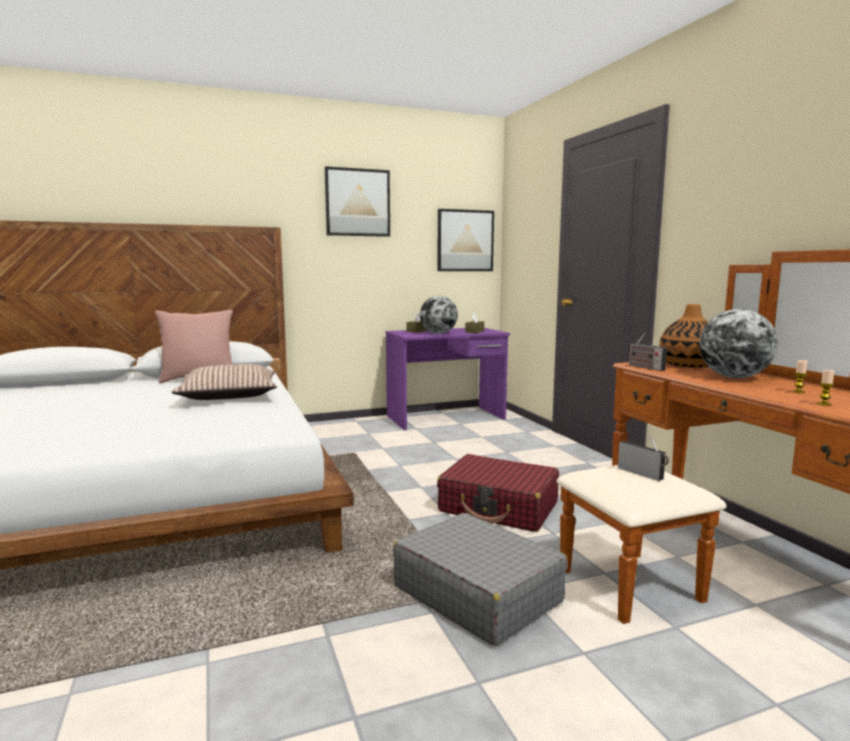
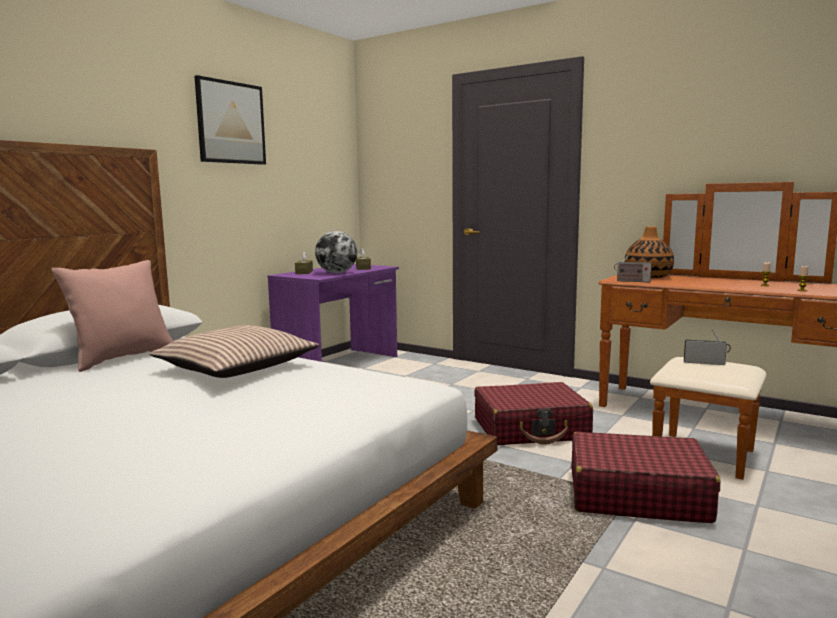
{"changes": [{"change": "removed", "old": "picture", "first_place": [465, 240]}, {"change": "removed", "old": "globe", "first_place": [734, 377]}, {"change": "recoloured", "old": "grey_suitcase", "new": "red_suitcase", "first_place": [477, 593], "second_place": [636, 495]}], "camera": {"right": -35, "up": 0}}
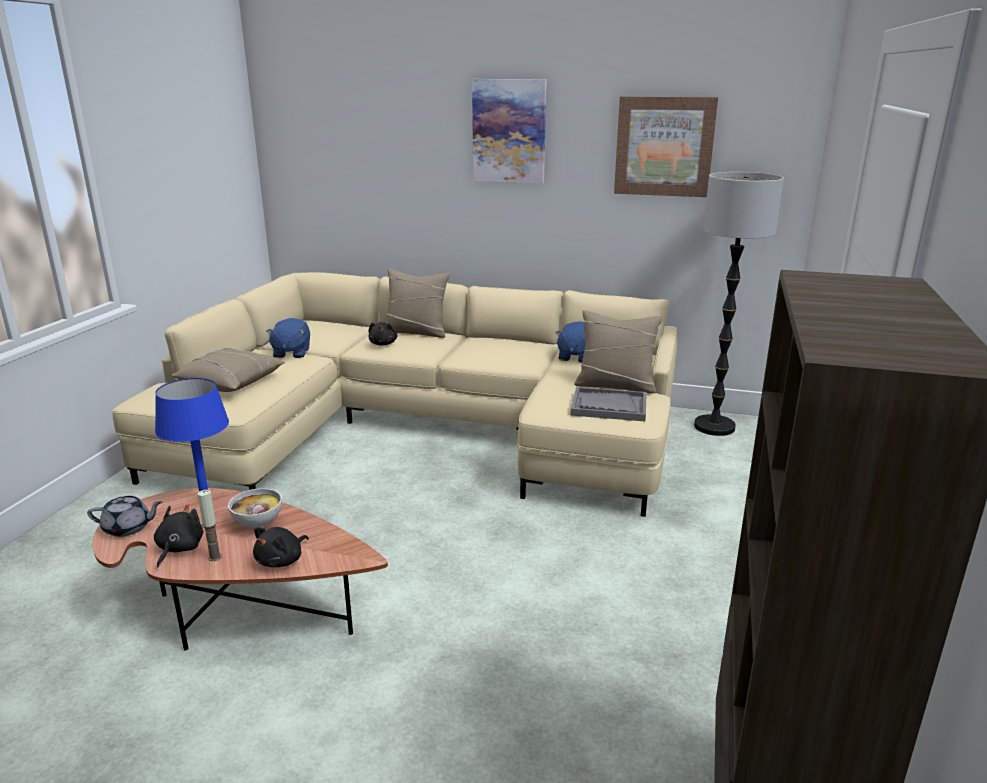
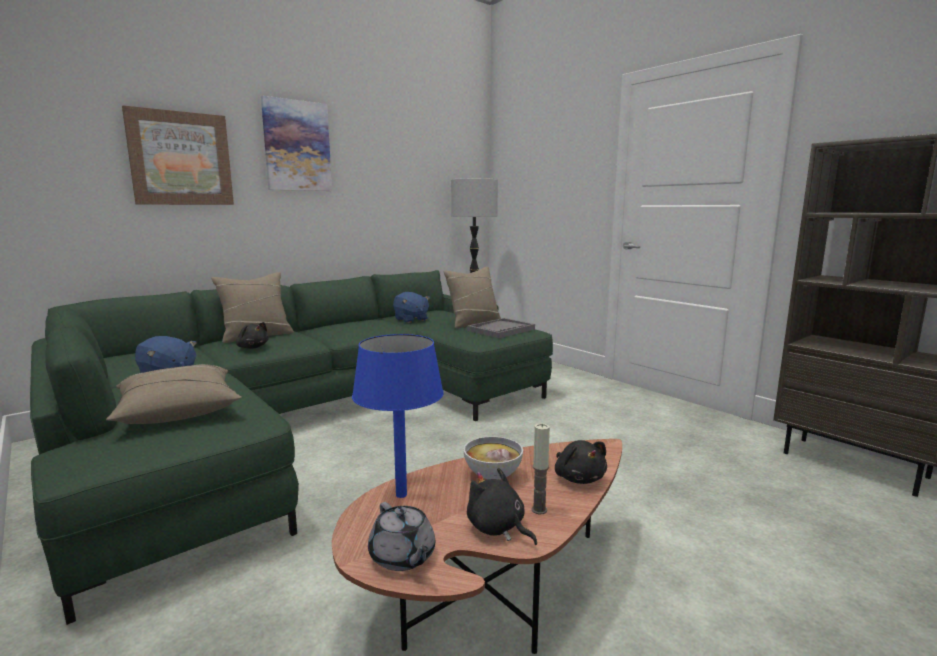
{"changes": [{"change": "moved", "old": "picture", "first_place": [664, 146], "second_place": [180, 159]}, {"change": "recoloured", "old": "beige_sofa", "new": "green_sofa", "first_place": [423, 428], "second_place": [312, 420]}, {"change": "turned", "old": "grey_teapot", "first_place": [128, 528], "second_place": [402, 557], "degrees": 120}], "camera": {"right": -55, "up": -10}}
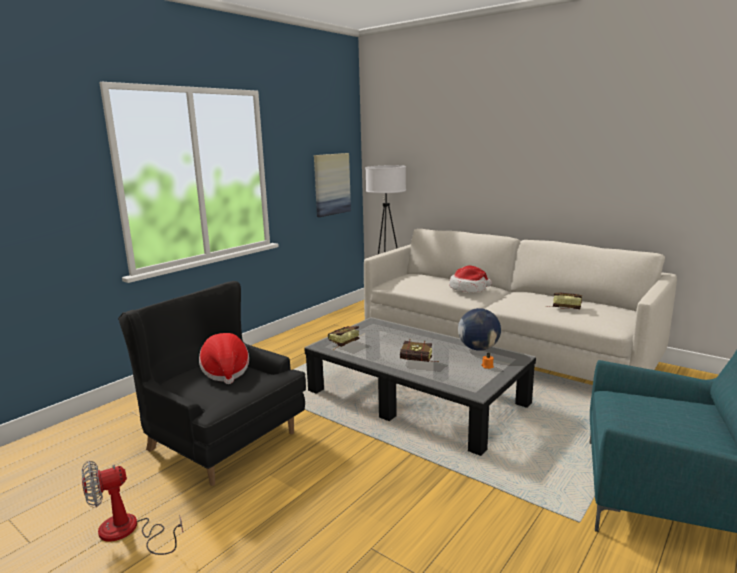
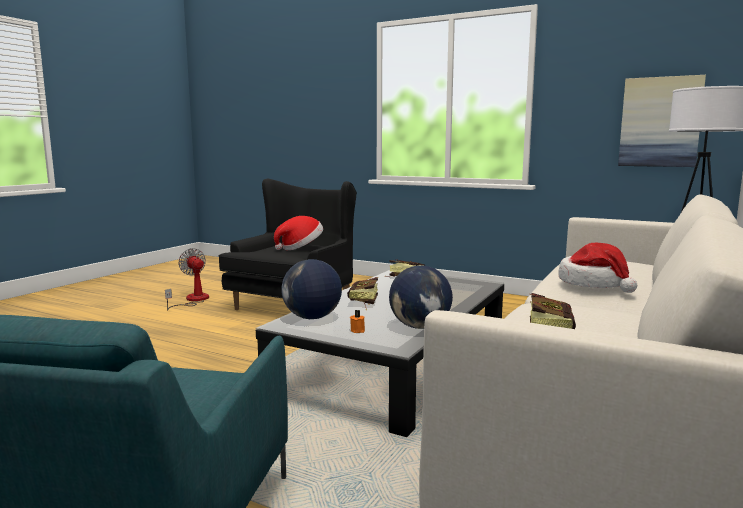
{"changes": [{"change": "added", "new": "globe", "second_place": [312, 318]}], "camera": {"right": 80, "up": -5}}
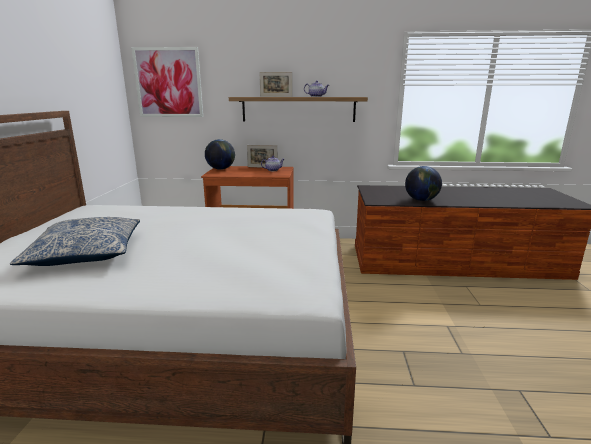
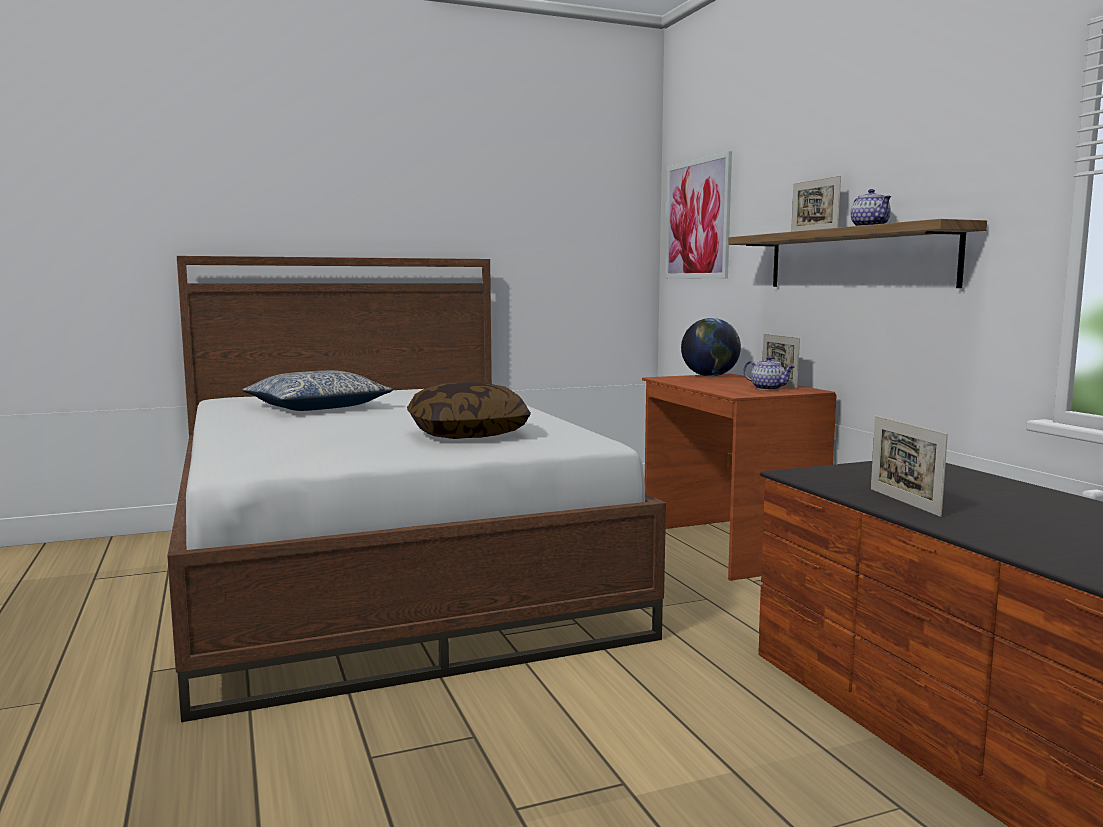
{"changes": [{"change": "added", "new": "pillow", "second_place": [468, 434]}, {"change": "replaced", "old": "globe", "new": "picture_frame", "first_place": [421, 200], "second_place": [903, 502]}], "camera": {"right": 65, "up": -10}}
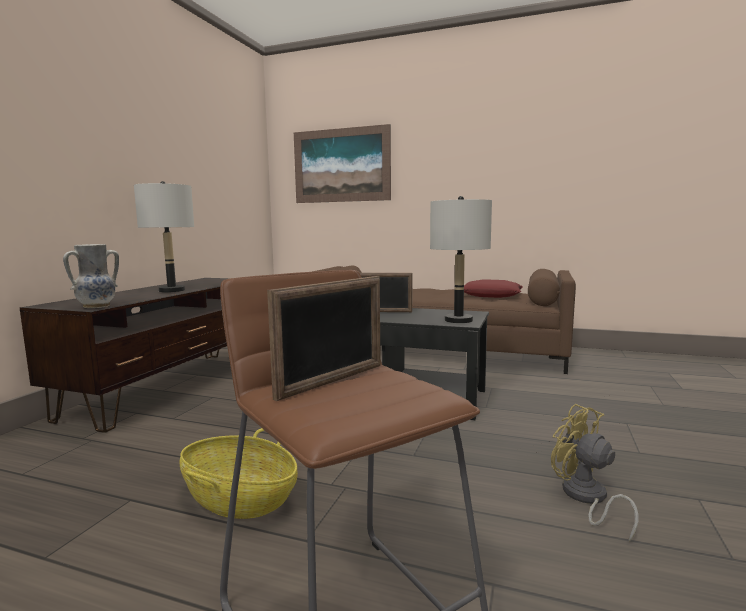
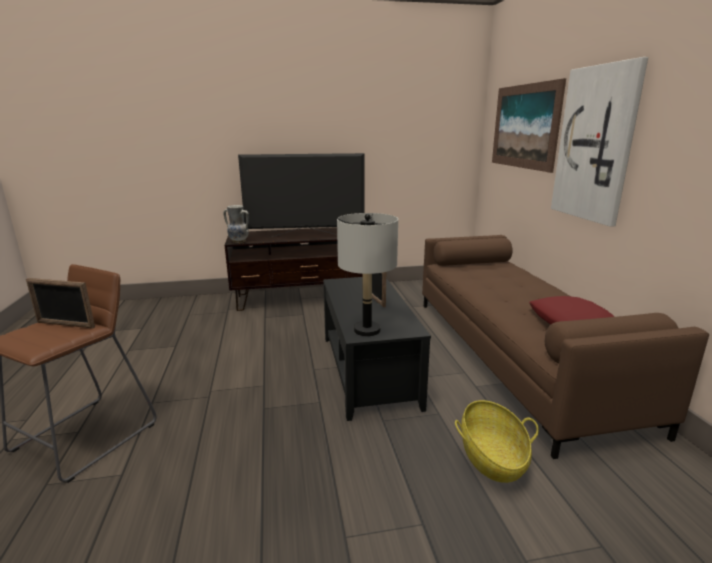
{"changes": [{"change": "removed", "old": "yellow_fan", "first_place": [586, 498]}, {"change": "added", "new": "picture", "second_place": [595, 144]}, {"change": "moved", "old": "basket", "first_place": [239, 499], "second_place": [492, 457]}, {"change": "replaced", "old": "grey_table_lamp", "new": "television", "first_place": [172, 290], "second_place": [305, 236]}], "camera": {"right": 60, "up": 10}}
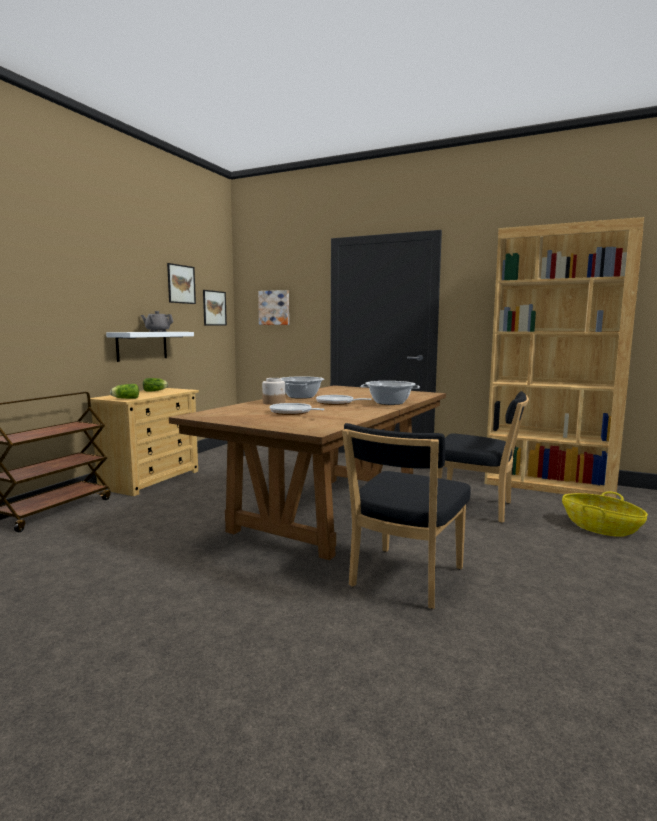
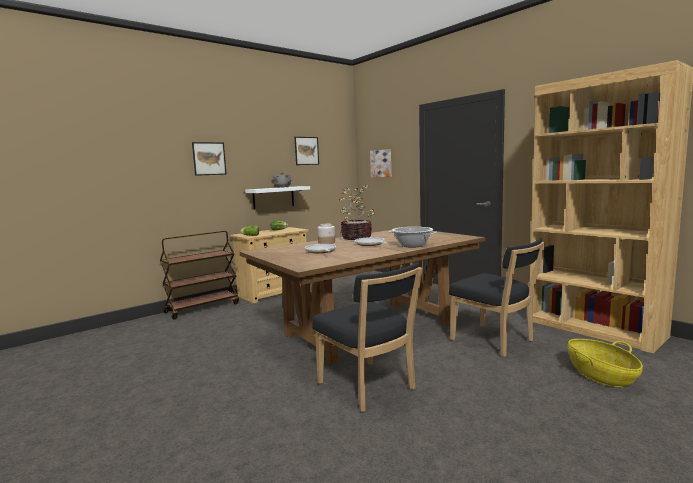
{"changes": [{"change": "moved", "old": "picture", "first_place": [214, 308], "second_place": [209, 158]}, {"change": "replaced", "old": "cooking_pot", "new": "potted_plant", "first_place": [301, 397], "second_place": [357, 238]}, {"change": "turned", "old": "black_chair", "first_place": [404, 579], "second_place": [369, 388], "degrees": -90}], "camera": {"right": 25, "up": 0}}
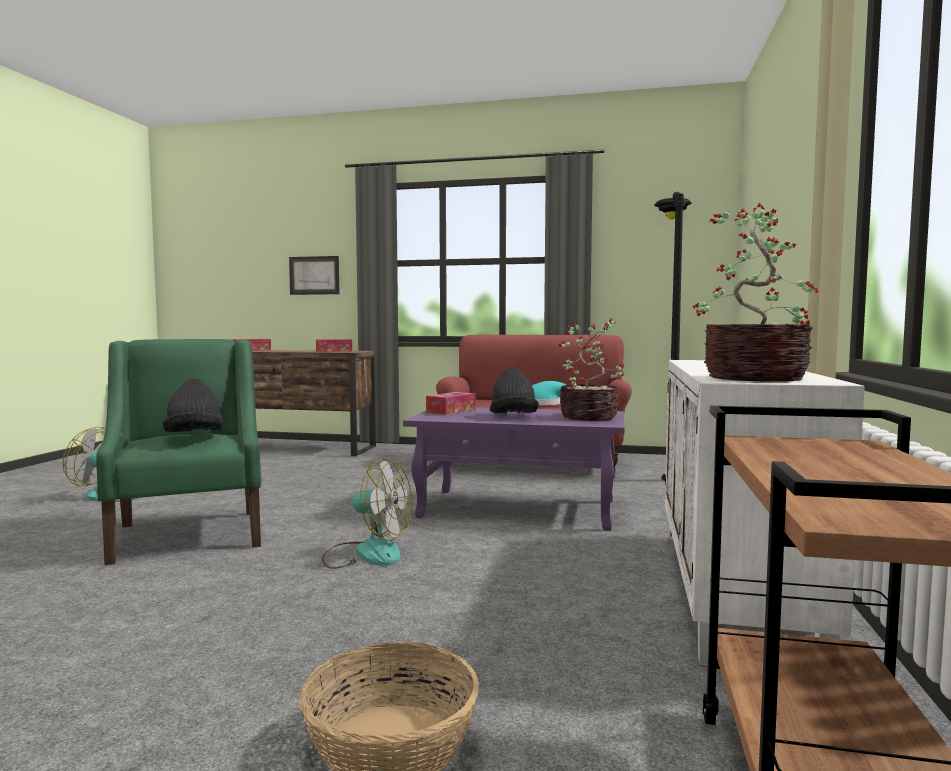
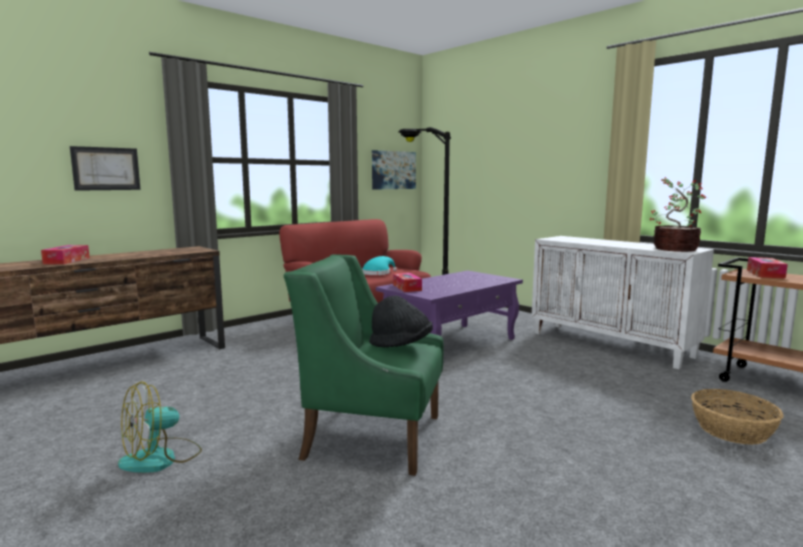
{"changes": [{"change": "removed", "old": "fan", "first_place": [366, 553]}, {"change": "removed", "old": "black_hat", "first_place": [513, 417]}, {"change": "removed", "old": "potted_plant", "first_place": [590, 417]}, {"change": "added", "new": "picture", "second_place": [393, 170]}, {"change": "moved", "old": "tissue_box", "first_place": [334, 351], "second_place": [765, 274]}], "camera": {"right": -55, "up": 5}}
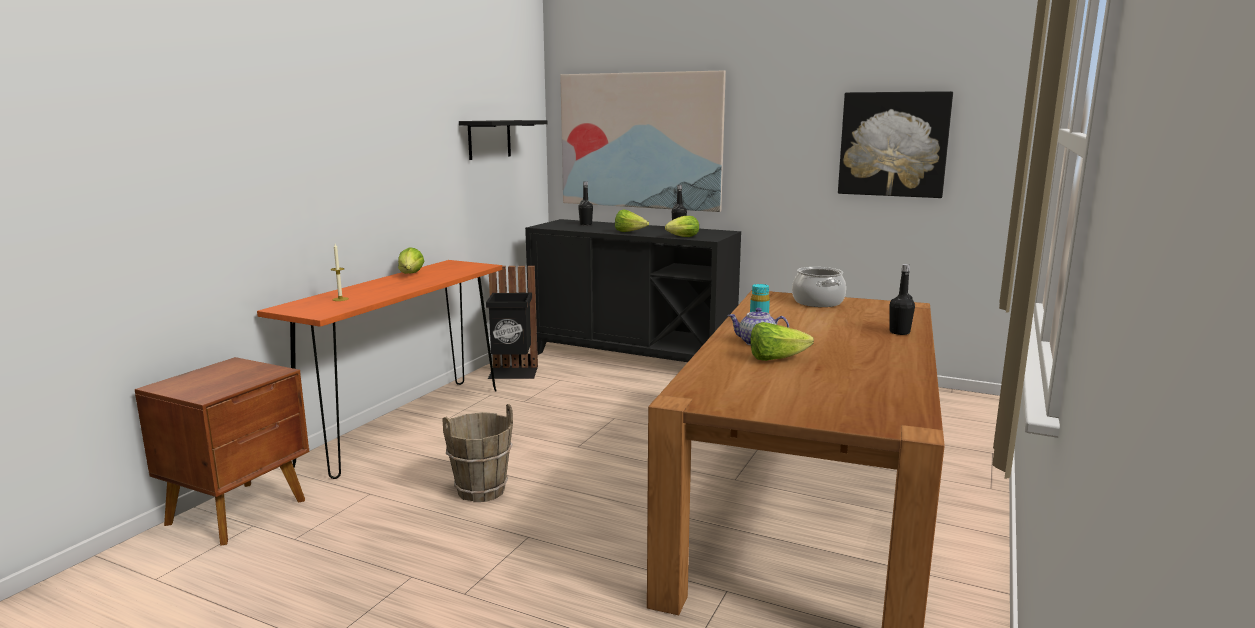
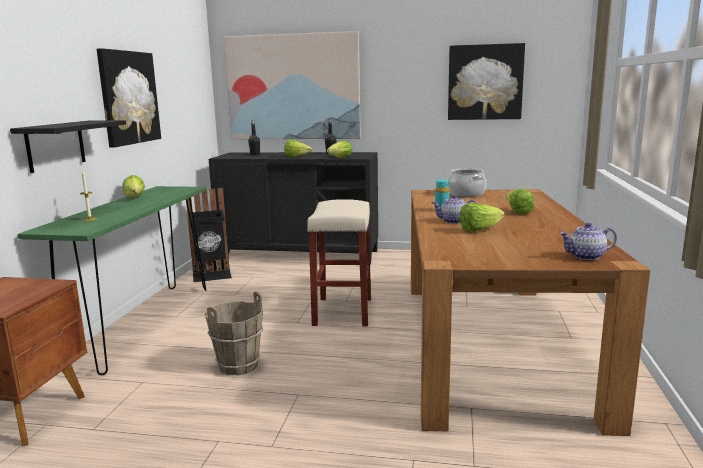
{"changes": [{"change": "removed", "old": "black_bottle", "first_place": [899, 332]}, {"change": "added", "new": "picture", "second_place": [128, 97]}, {"change": "added", "new": "beige_stool", "second_place": [342, 311]}, {"change": "added", "new": "lettuce", "second_place": [517, 212]}, {"change": "added", "new": "teapot", "second_place": [586, 256]}, {"change": "moved", "old": "black_shelf", "first_place": [489, 139], "second_place": [55, 145]}, {"change": "recoloured", "old": "orange_console_table", "new": "green_console_table", "first_place": [406, 424], "second_place": [143, 324]}], "camera": {"right": -15, "up": 0}}
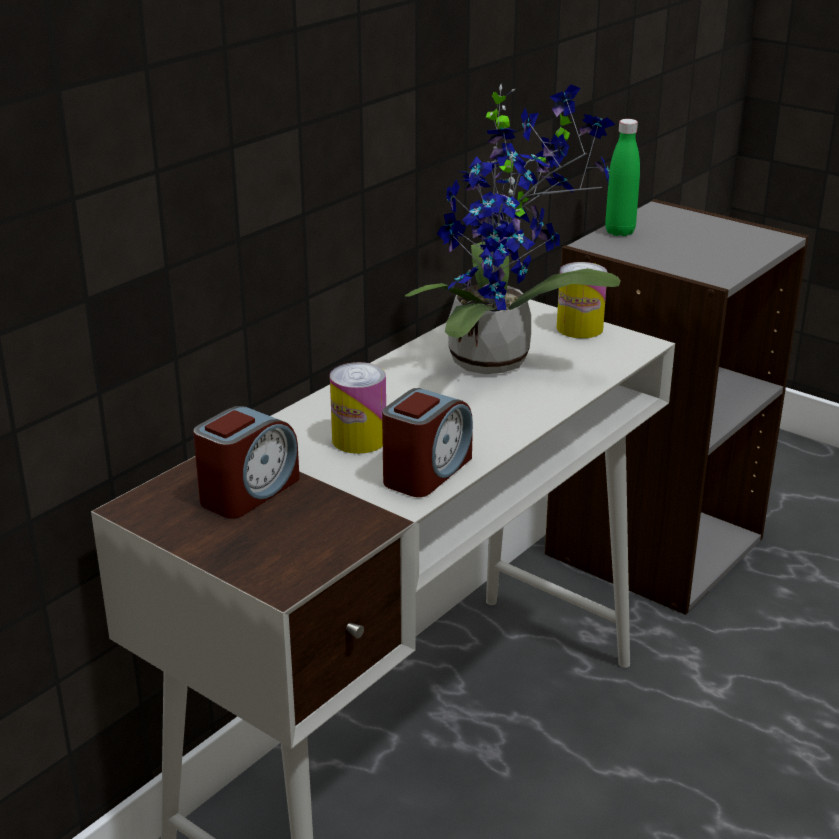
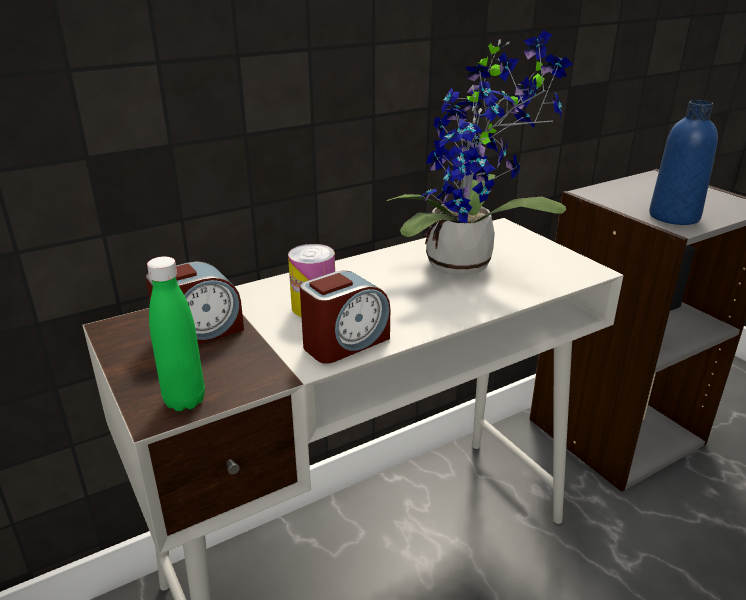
{"changes": [{"change": "removed", "old": "can", "first_place": [579, 328]}, {"change": "added", "new": "blue_bottle", "second_place": [674, 216]}, {"change": "moved", "old": "green_bottle", "first_place": [619, 232], "second_place": [185, 401]}], "camera": {"right": 20, "up": 0}}
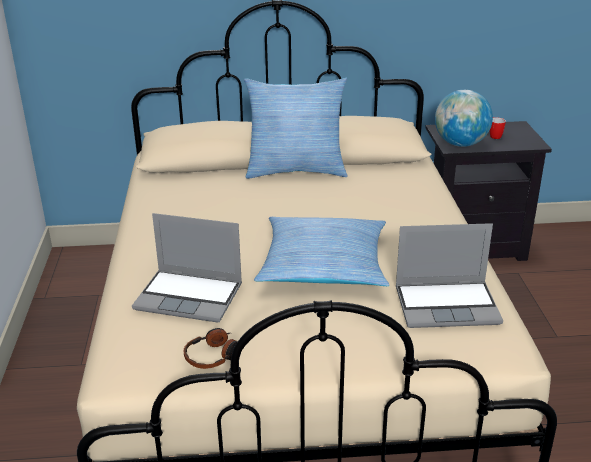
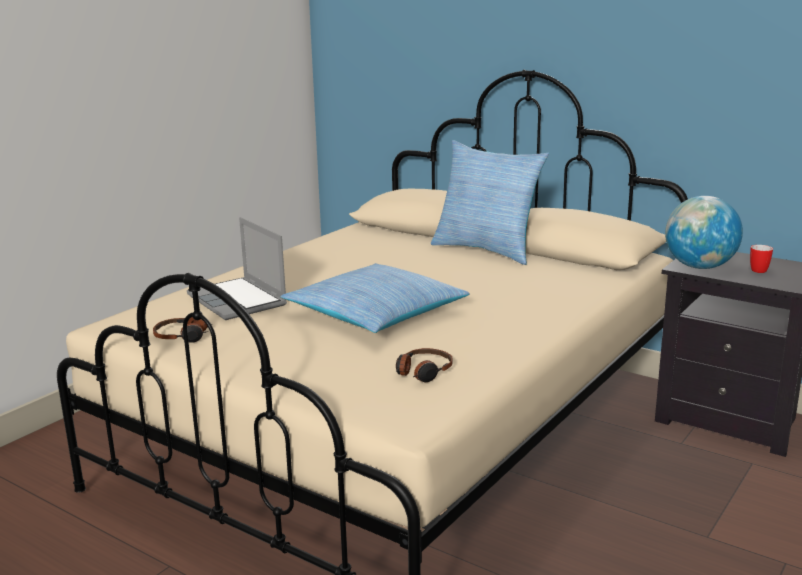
{"changes": [{"change": "replaced", "old": "laptop", "new": "headphones", "first_place": [447, 305], "second_place": [423, 372]}], "camera": {"right": 40, "up": -10}}
